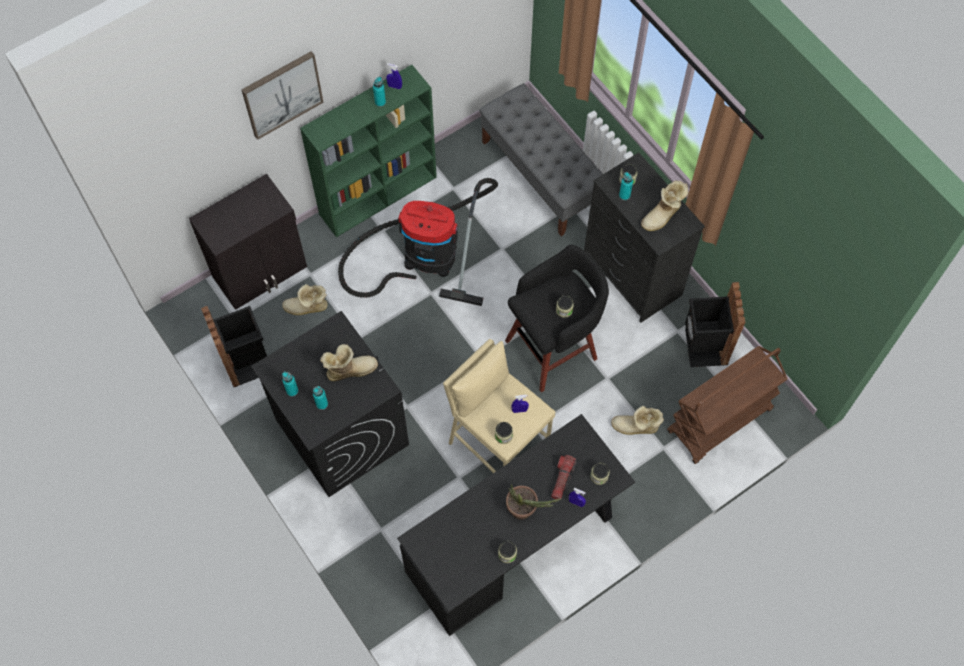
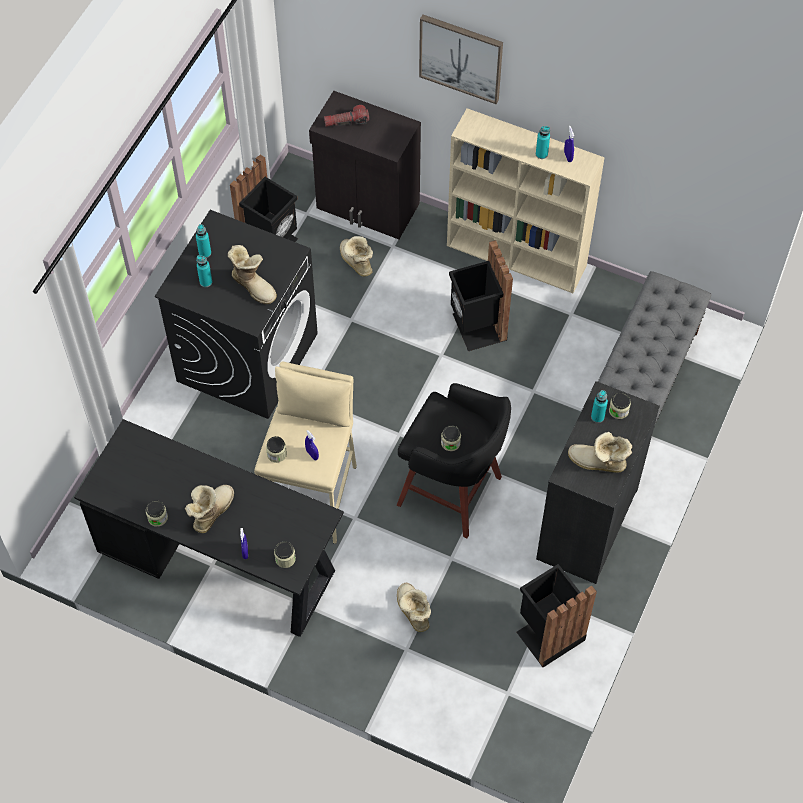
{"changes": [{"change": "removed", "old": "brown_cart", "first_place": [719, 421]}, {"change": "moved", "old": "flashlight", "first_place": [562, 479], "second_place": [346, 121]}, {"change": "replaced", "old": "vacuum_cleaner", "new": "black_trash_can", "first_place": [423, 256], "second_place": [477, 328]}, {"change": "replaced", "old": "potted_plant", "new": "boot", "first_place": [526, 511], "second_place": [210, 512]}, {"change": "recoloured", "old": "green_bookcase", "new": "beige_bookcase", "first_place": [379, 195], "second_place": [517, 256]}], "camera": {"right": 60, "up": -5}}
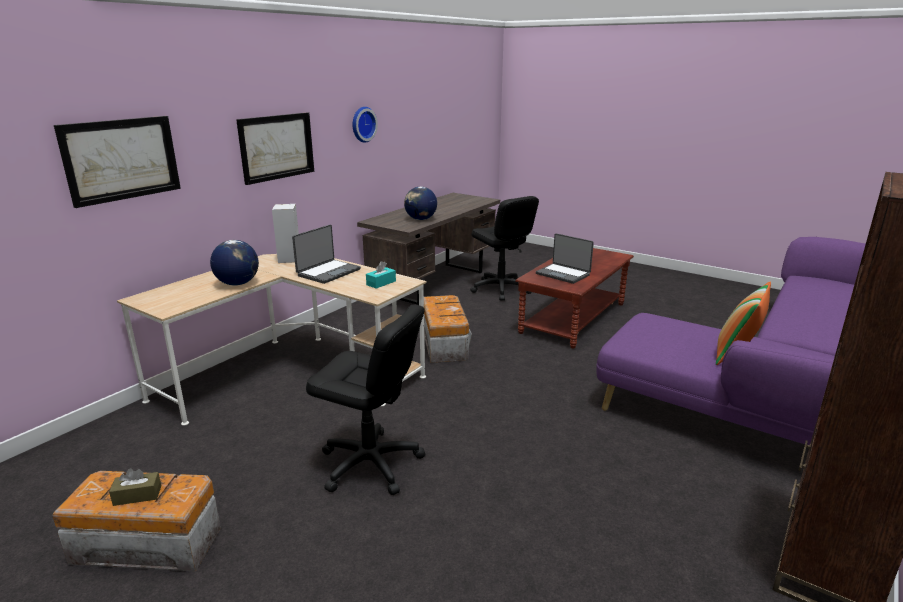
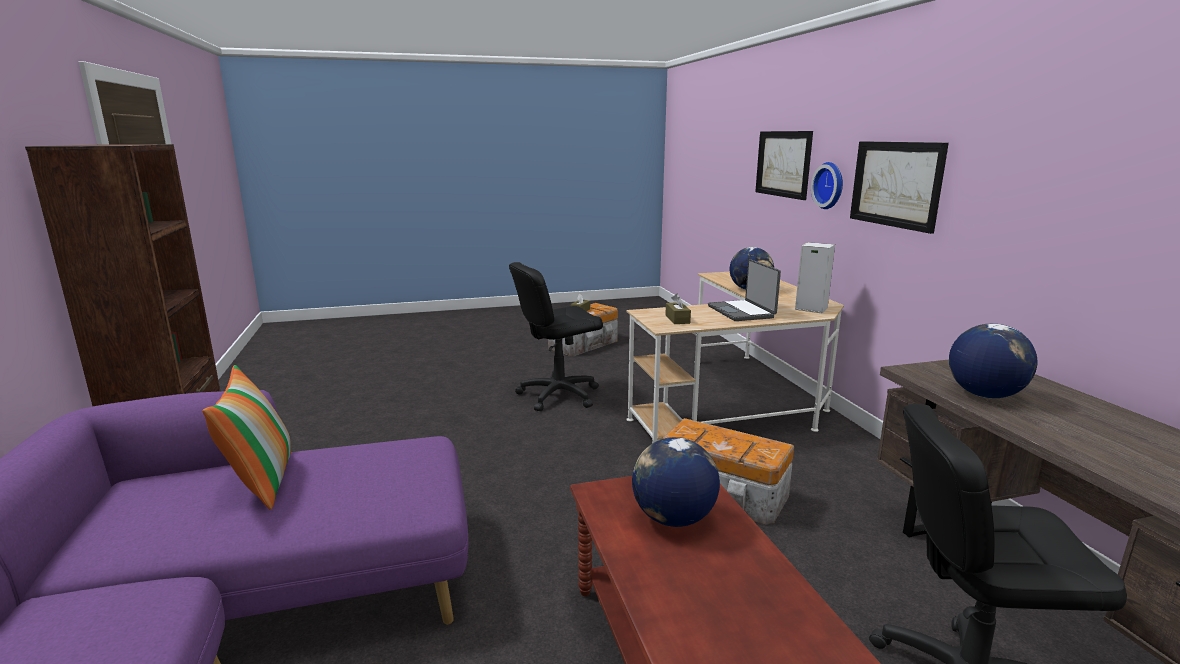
{"changes": [{"change": "moved", "old": "wall_clock", "first_place": [362, 124], "second_place": [830, 185]}, {"change": "replaced", "old": "laptop", "new": "globe", "first_place": [563, 274], "second_place": [673, 519]}, {"change": "recoloured", "old": "turquoise_tissue_box", "new": "brown_tissue_box", "first_place": [381, 283], "second_place": [677, 319]}], "camera": {"right": 130, "up": -5}}
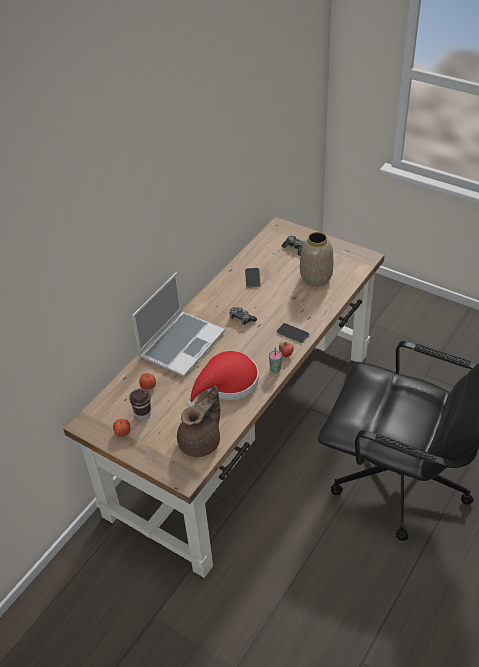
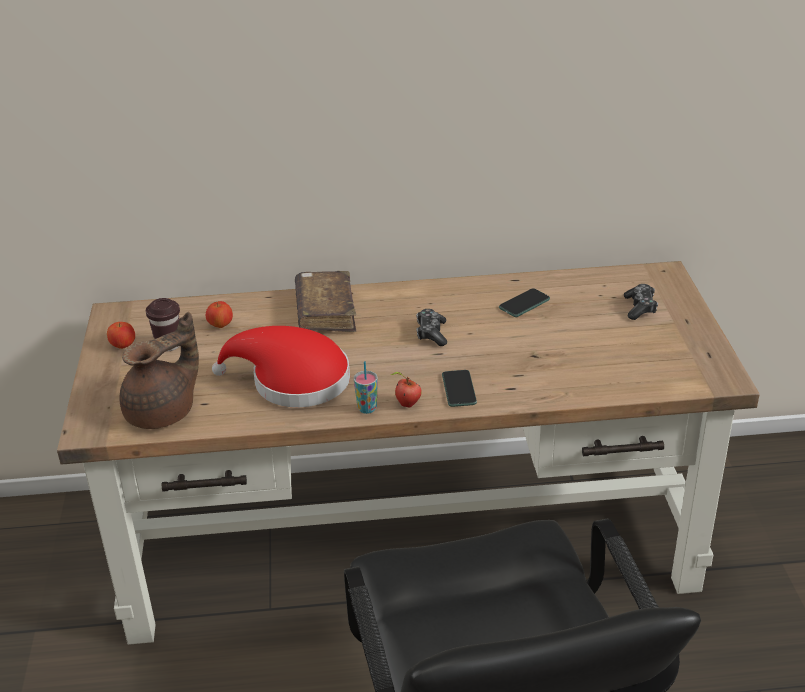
{"changes": [{"change": "removed", "old": "vase", "first_place": [315, 278]}, {"change": "replaced", "old": "laptop", "new": "brown_book", "first_place": [182, 344], "second_place": [325, 312]}, {"change": "turned", "old": "brown_teapot", "first_place": [201, 442], "second_place": [164, 412], "degrees": -45}], "camera": {"right": 50, "up": -10}}
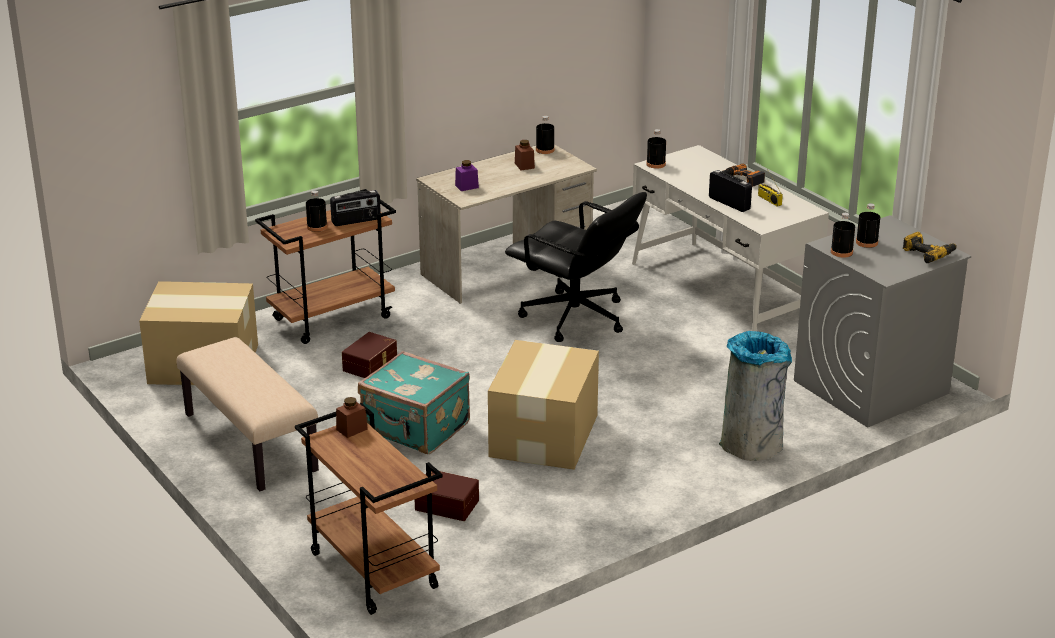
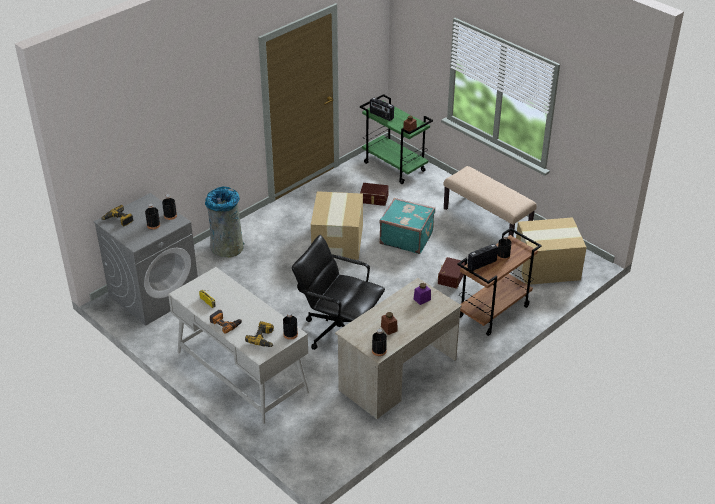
{"changes": [{"change": "added", "new": "power_drill", "second_place": [263, 339]}, {"change": "moved", "old": "radio", "first_place": [729, 203], "second_place": [381, 116]}, {"change": "recoloured", "old": "brown_cart", "new": "green_cart", "first_place": [372, 570], "second_place": [395, 167]}], "camera": {"right": 170, "up": 10}}
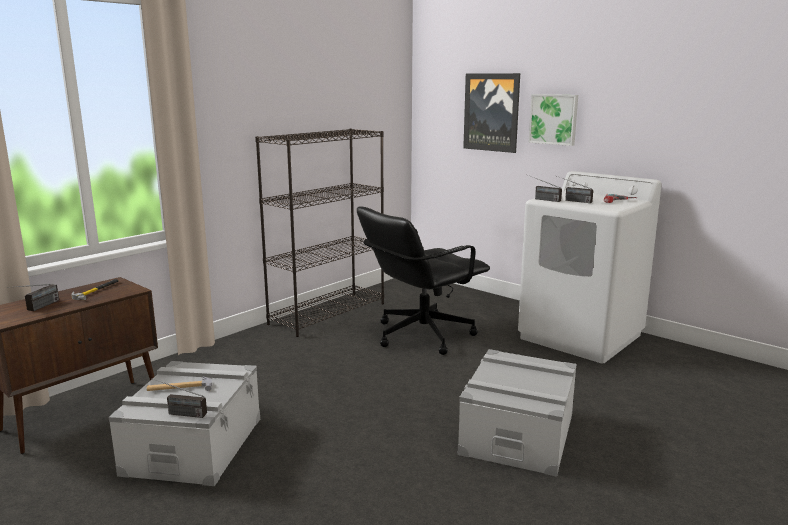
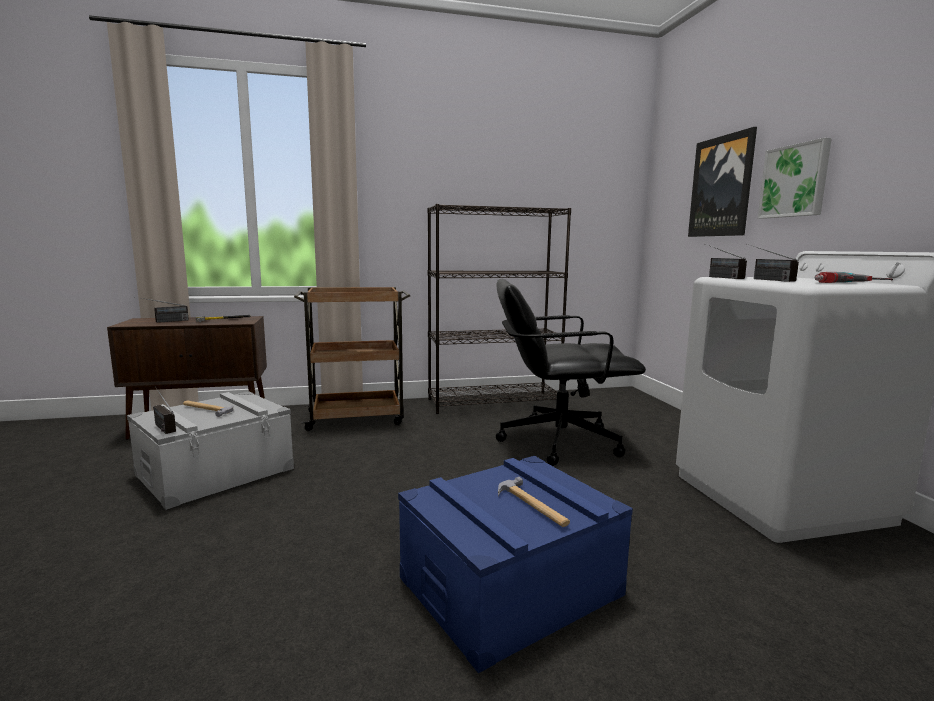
{"changes": [{"change": "added", "new": "brown_cart", "second_place": [357, 418]}, {"change": "added", "new": "hammer", "second_place": [531, 506]}, {"change": "recoloured", "old": "grey_storage_box", "new": "blue_storage_box", "first_place": [518, 434], "second_place": [510, 586]}], "camera": {"right": 35, "up": -5}}
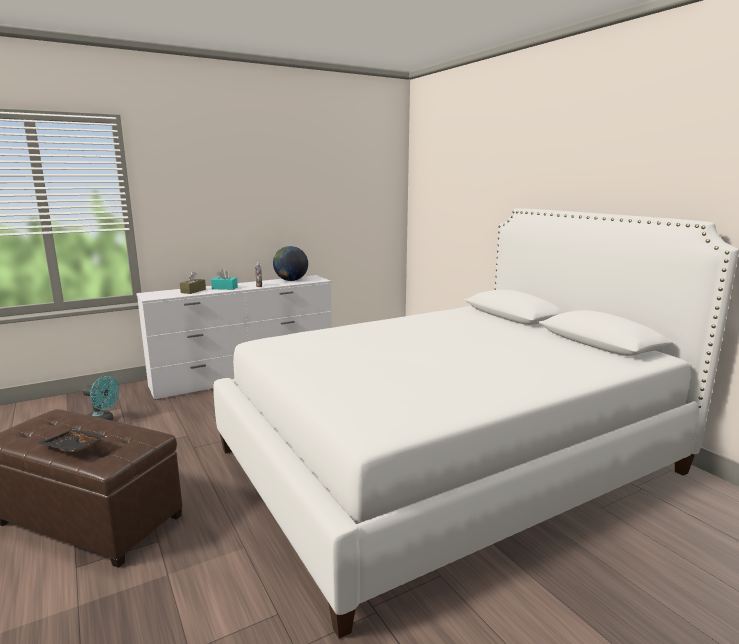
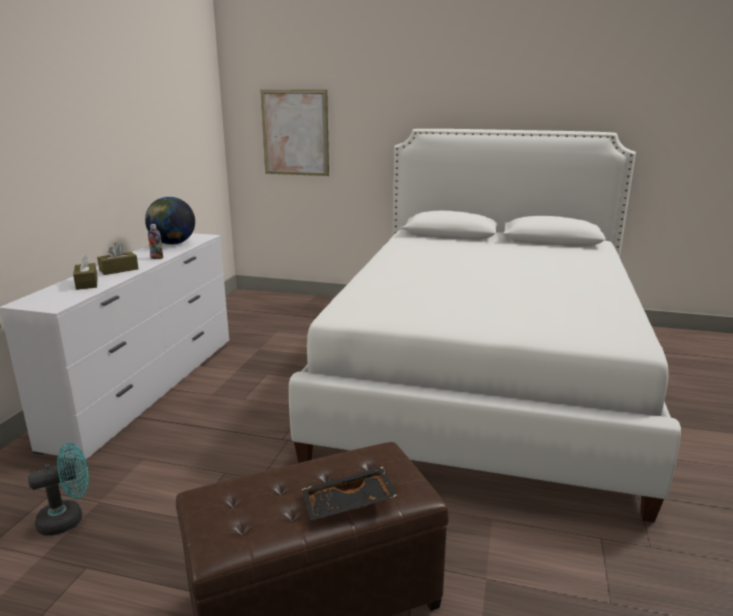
{"changes": [{"change": "added", "new": "picture", "second_place": [295, 133]}, {"change": "recoloured", "old": "turquoise_tissue_box", "new": "brown_tissue_box", "first_place": [224, 288], "second_place": [119, 270]}], "camera": {"right": -45, "up": 5}}
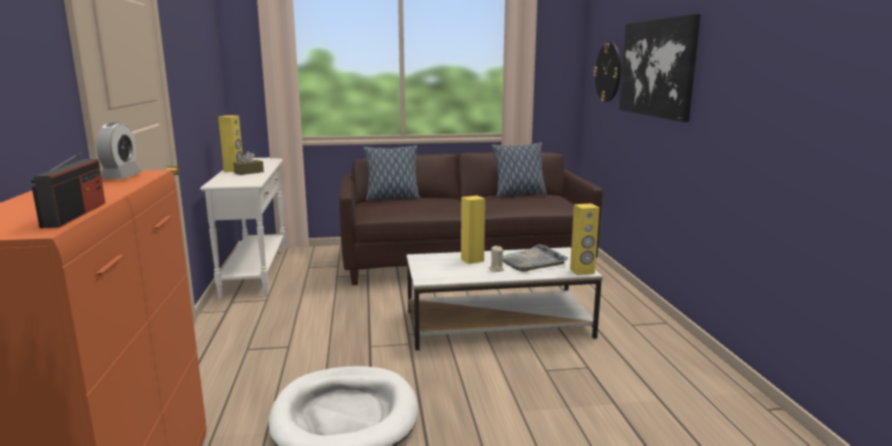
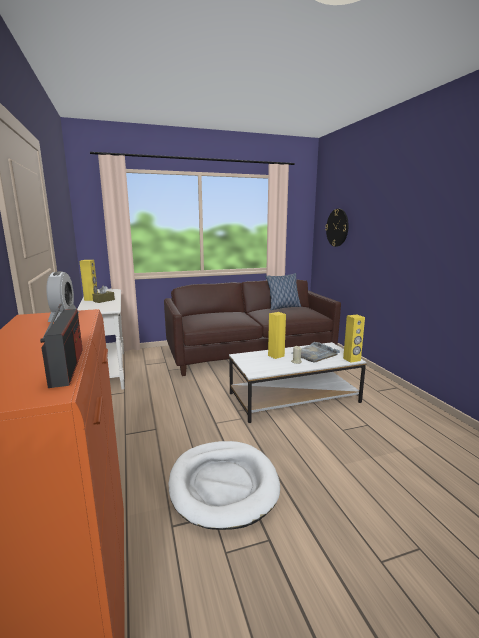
{"changes": [{"change": "removed", "old": "pillow", "first_place": [392, 198]}, {"change": "removed", "old": "picture", "first_place": [657, 68]}], "camera": {"right": -10, "up": 0}}
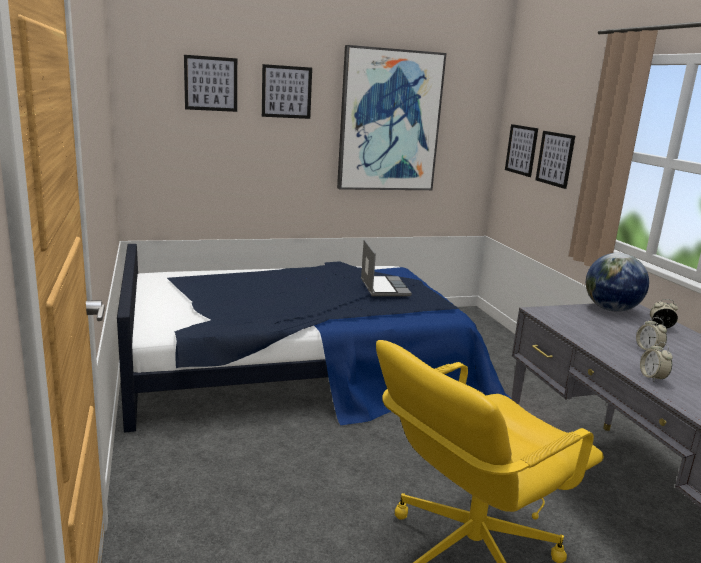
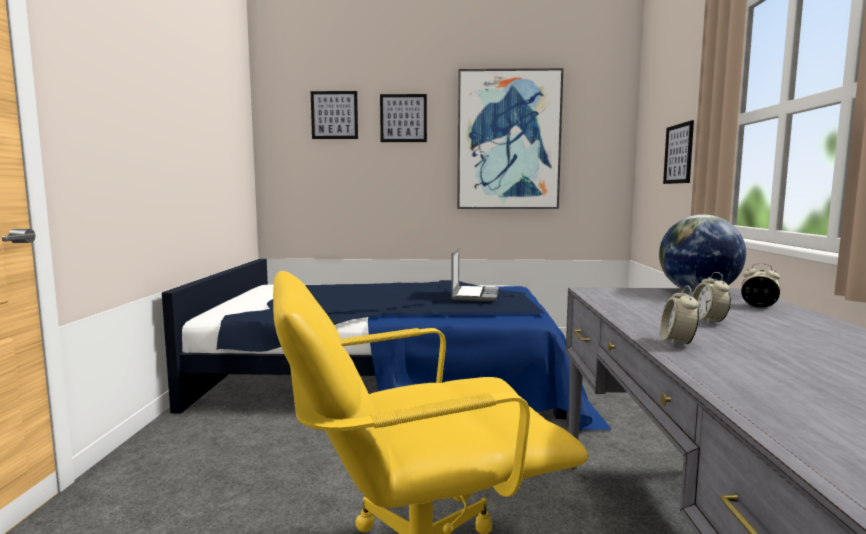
{"changes": [{"change": "removed", "old": "picture", "first_place": [521, 150]}], "camera": {"right": 20, "up": -10}}
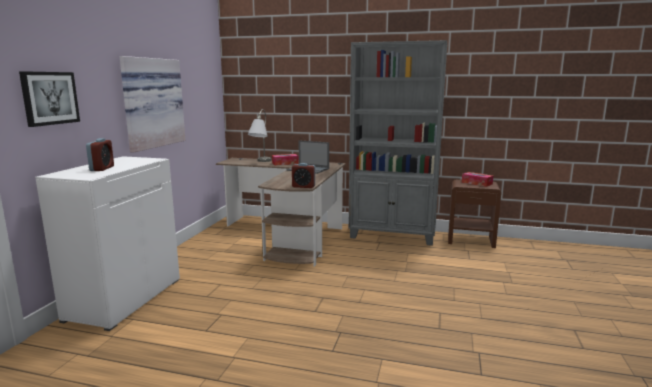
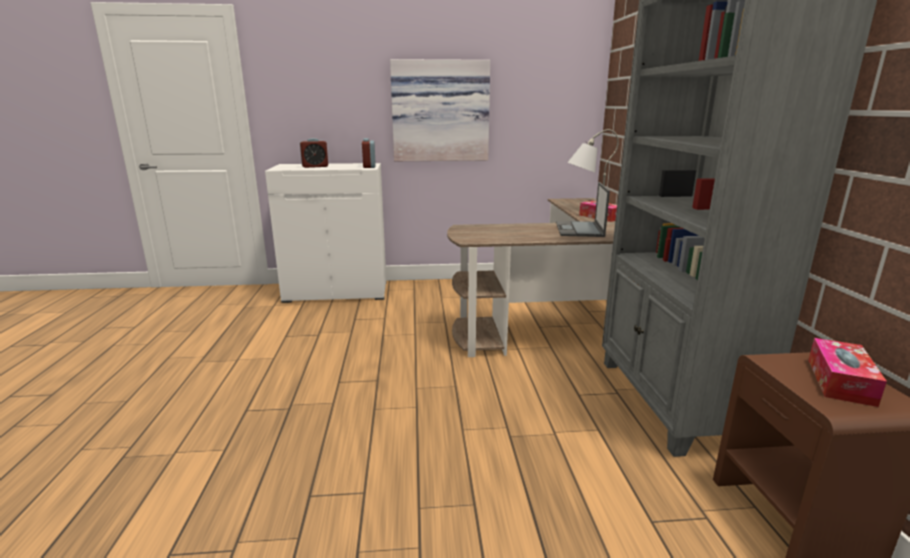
{"changes": [{"change": "removed", "old": "picture", "first_place": [50, 98]}, {"change": "moved", "old": "alarm_clock", "first_place": [303, 186], "second_place": [369, 166]}], "camera": {"right": 70, "up": 5}}
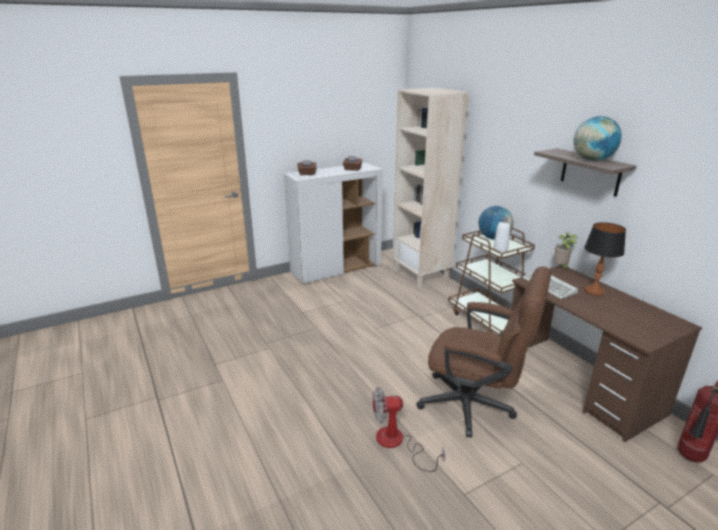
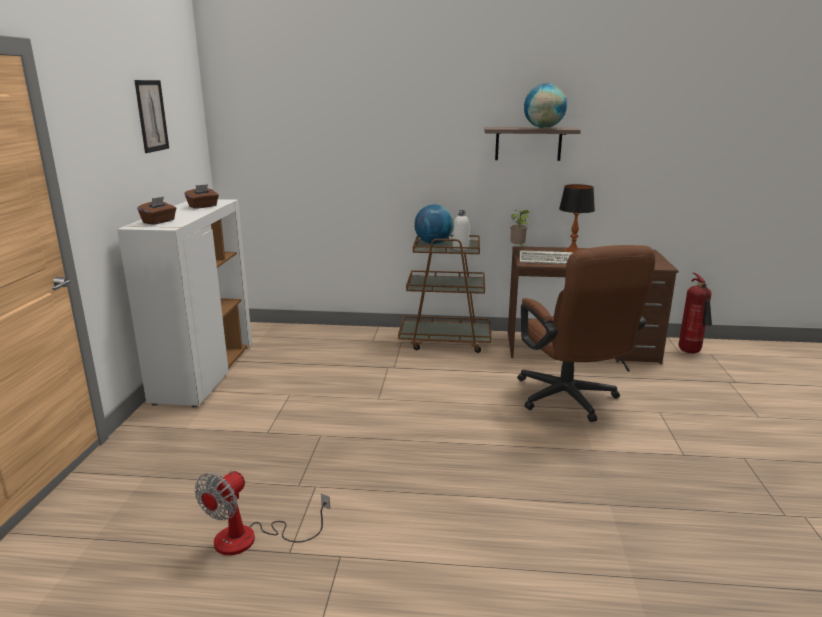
{"changes": [{"change": "removed", "old": "beige_bookcase", "first_place": [421, 276]}, {"change": "added", "new": "picture", "second_place": [151, 116]}, {"change": "moved", "old": "fan", "first_place": [397, 443], "second_place": [250, 539]}, {"change": "turned", "old": "brown_office_chair", "first_place": [475, 406], "second_place": [570, 401], "degrees": 105}], "camera": {"right": -55, "up": -5}}
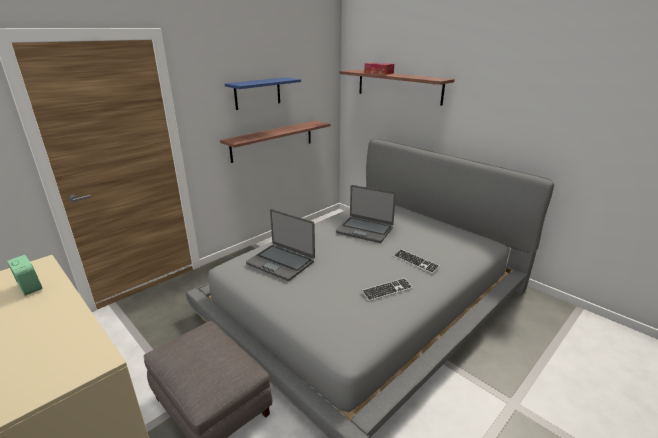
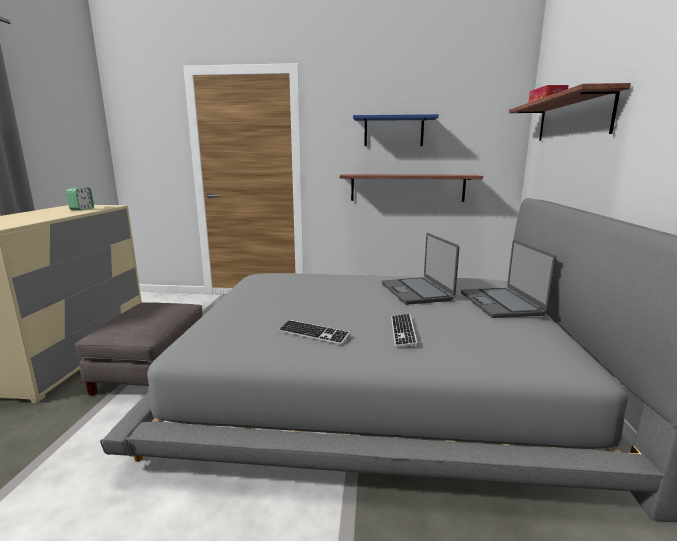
{"changes": [{"change": "moved", "old": "laptop", "first_place": [281, 262], "second_place": [501, 303]}], "camera": {"right": 50, "up": -10}}
